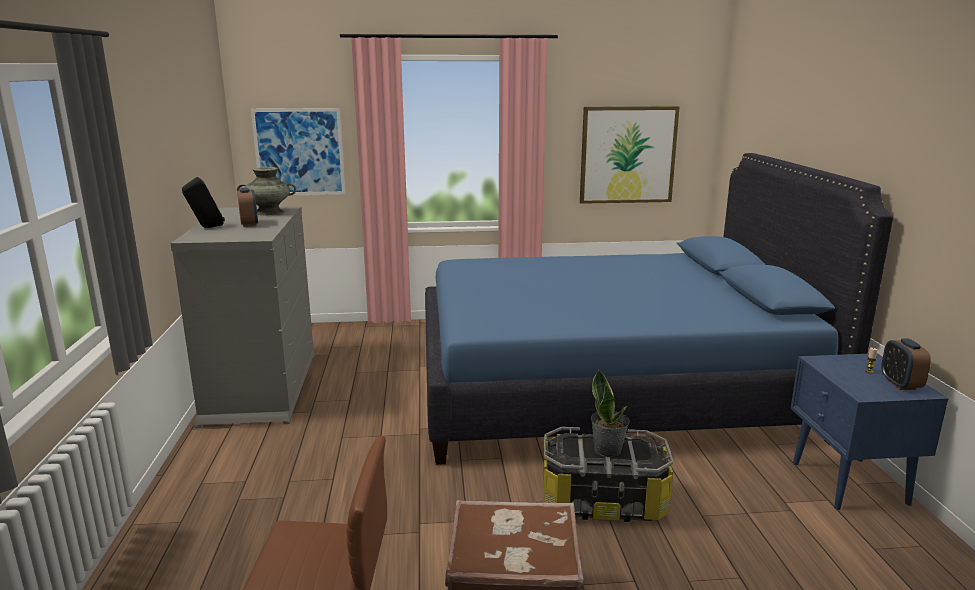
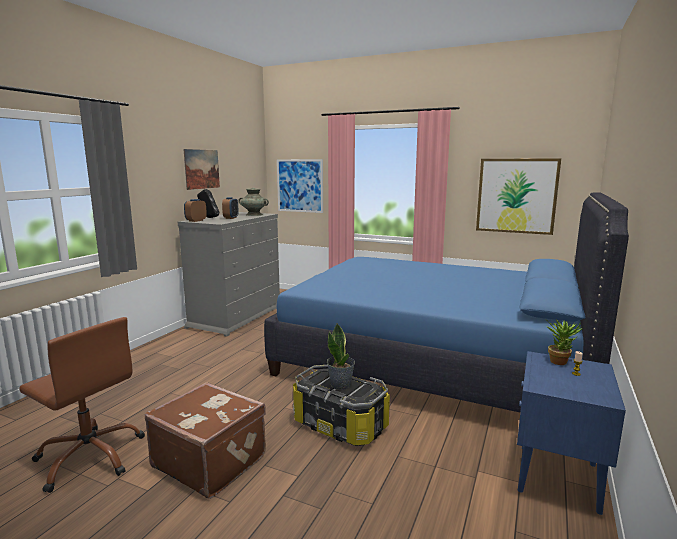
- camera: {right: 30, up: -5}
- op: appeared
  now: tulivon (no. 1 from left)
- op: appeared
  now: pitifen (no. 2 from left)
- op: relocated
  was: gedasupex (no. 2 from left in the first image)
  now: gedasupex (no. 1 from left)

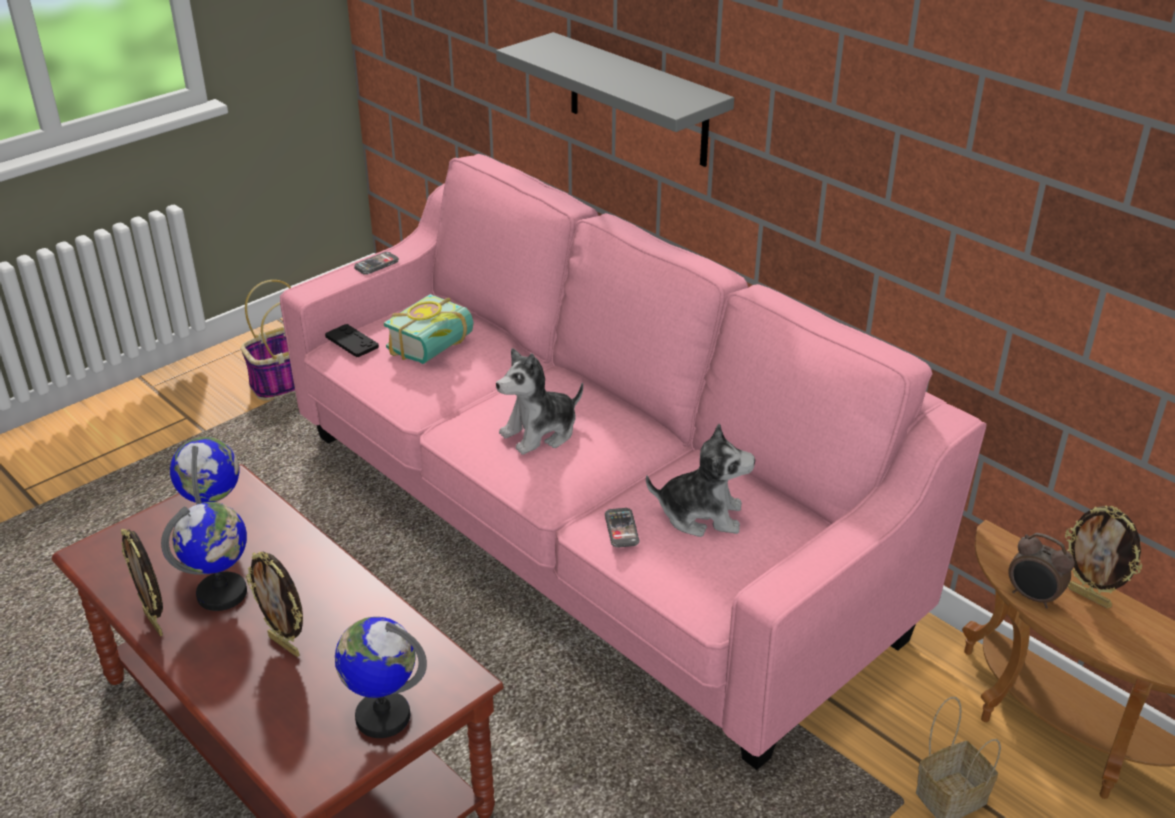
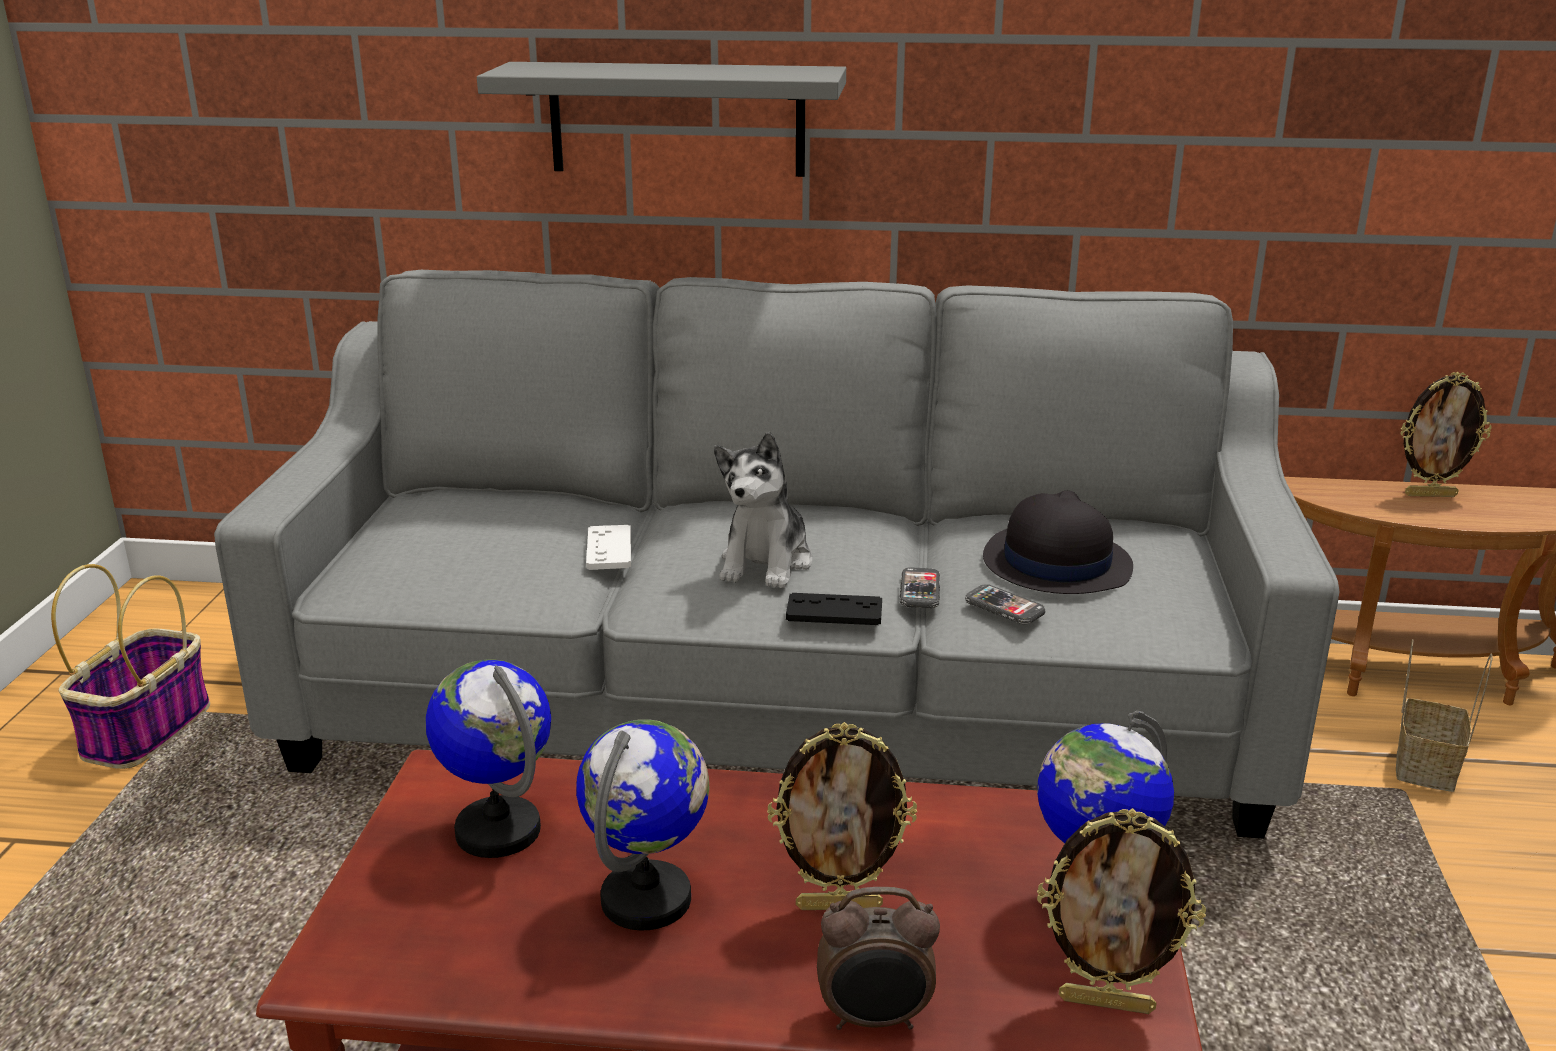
- camera: {right: -40, up: -10}
- op: missing
  was: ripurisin
- op: appeared
  now: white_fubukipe
- op: relocated
  was: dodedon (no. 1 from left in the first image)
  now: dodedon (no. 2 from left)
- op: relocated
  was: black_fubukipe
- op: relocated
  was: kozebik (no. 1 from left)
- op: relocated
  was: gedasupex
- op: exchanged
  was: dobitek (no. 2 from left)
  now: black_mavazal
- op: colour
  was: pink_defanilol
  now: grey_defanilol

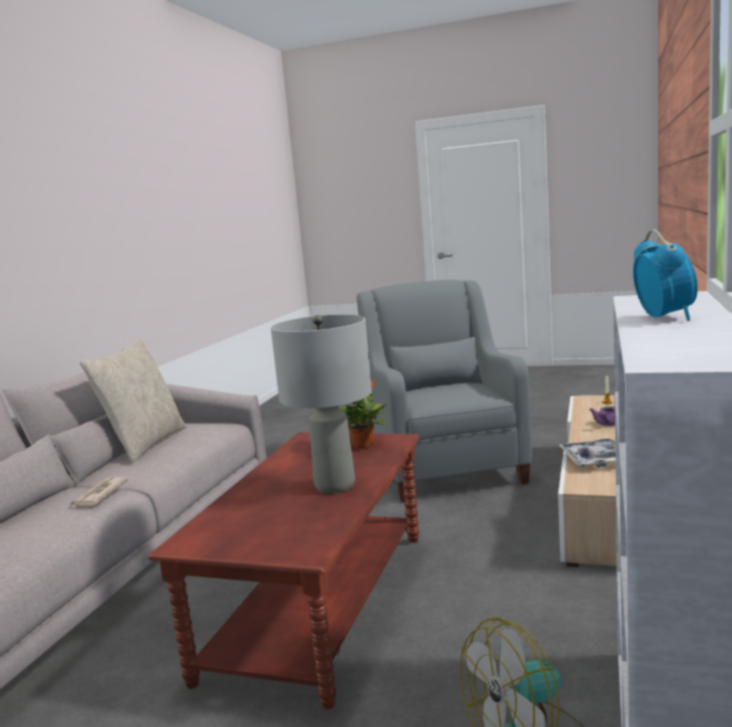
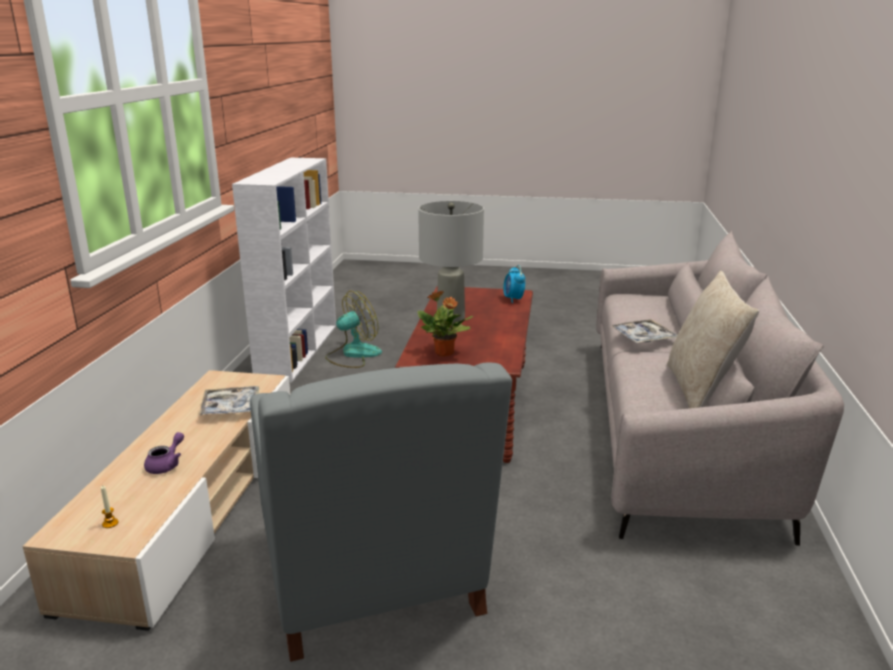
- camera: {right: 170, up: 10}
- op: relocated
  was: gedasupex
- op: exchanged
  was: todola
  now: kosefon (no. 2 from left)

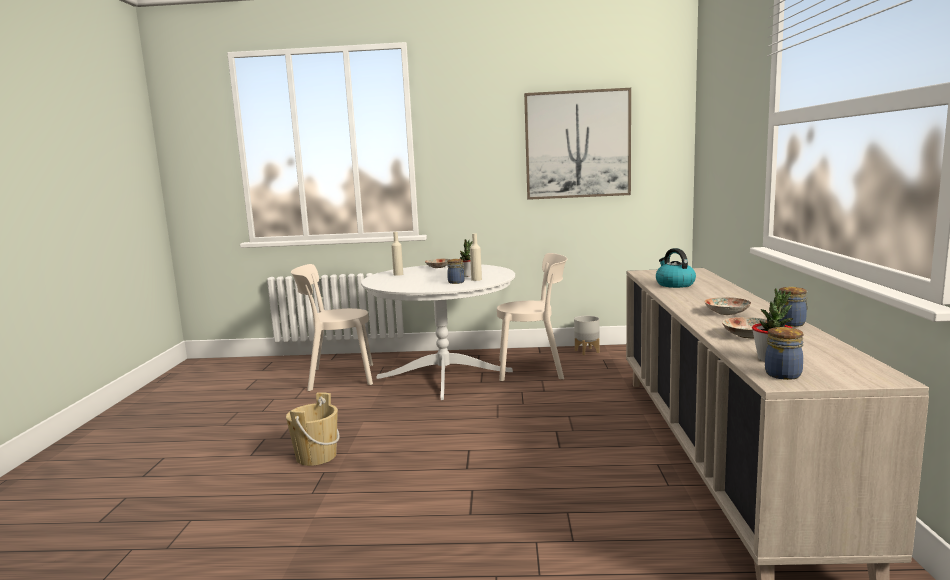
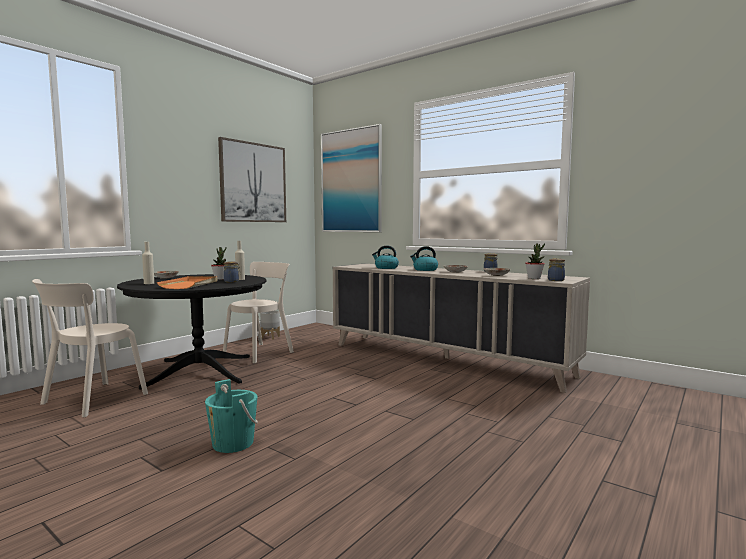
- camera: {right: -55, up: -5}
- op: appeared
  now: orange_kosefon
- op: appeared
  now: tulivon (no. 2 from left)
- op: appeared
  now: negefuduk (no. 2 from left)
- op: colour
  was: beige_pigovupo
  now: turquoise_pigovupo
- op: colour
  was: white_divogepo
  now: black_divogepo

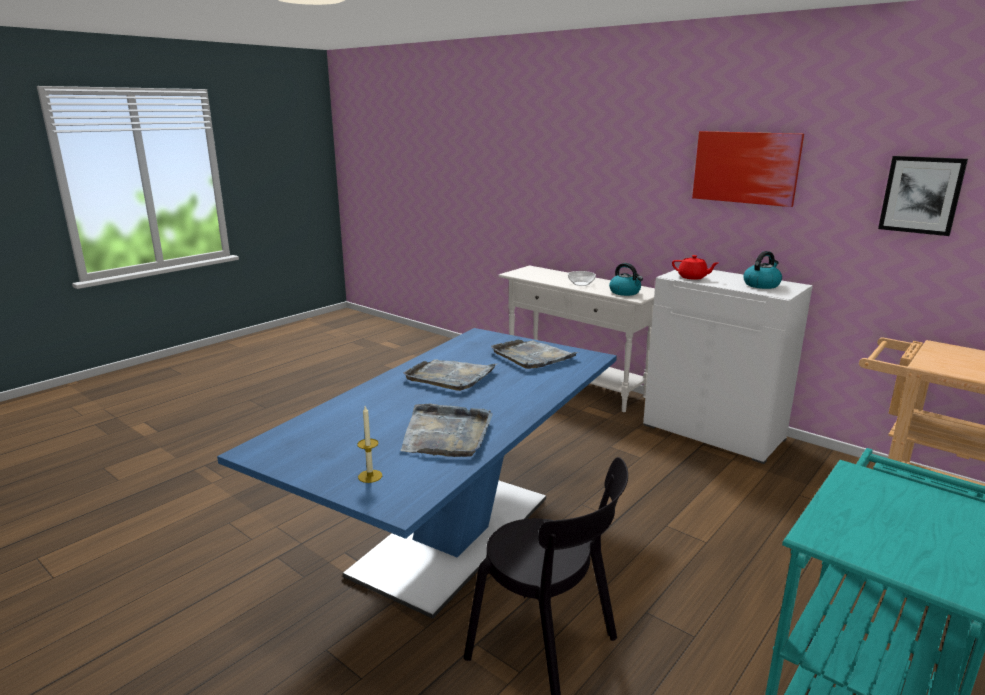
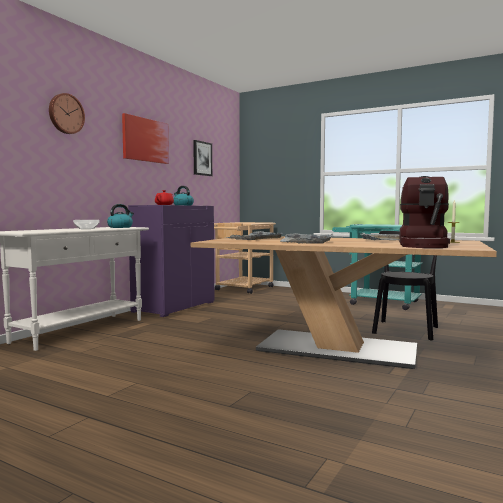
- camera: {right: -100, up: -15}
- op: appeared
  now: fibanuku
- op: appeared
  now: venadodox
- op: colour
  was: blue_divogepo
  now: beige_divogepo
- op: colour
  was: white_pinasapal
  now: purple_pinasapal

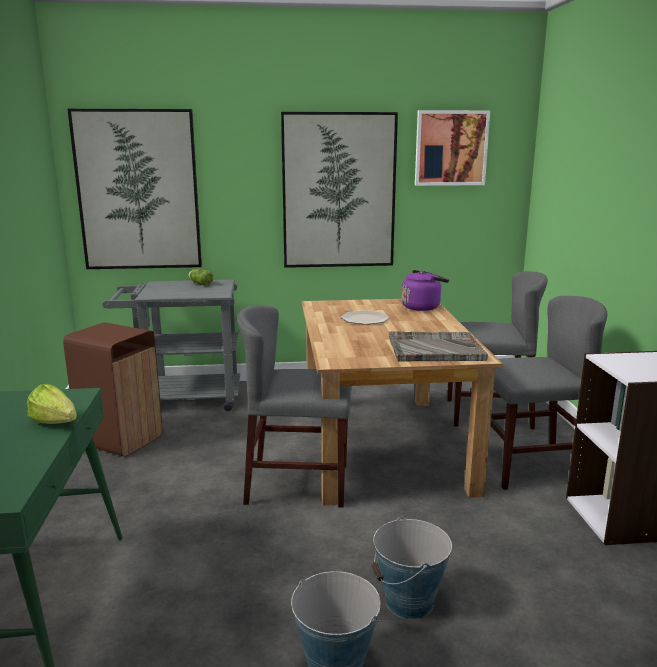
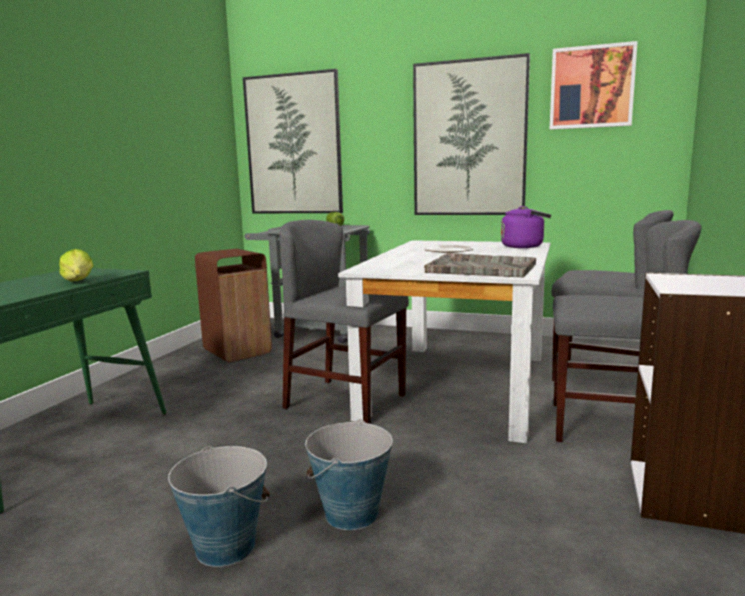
- camera: {right: 25, up: -5}
- op: colour
  was: brown_divogepo
  now: white_divogepo

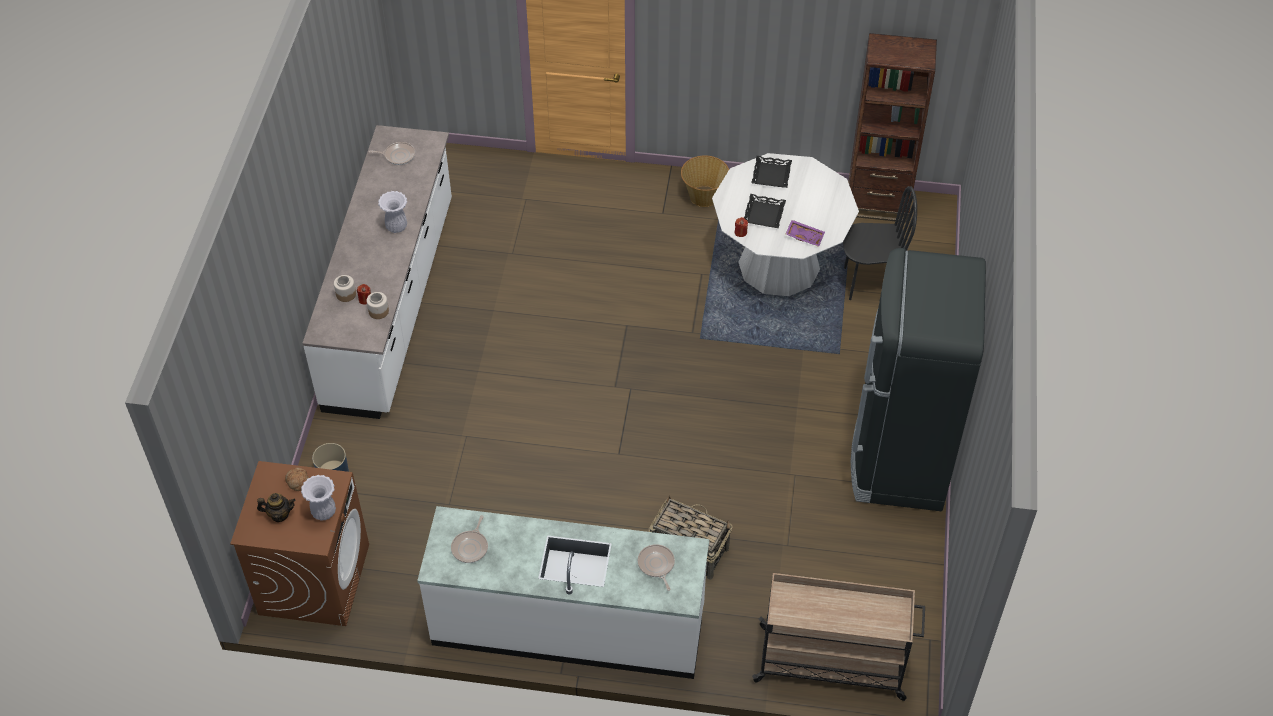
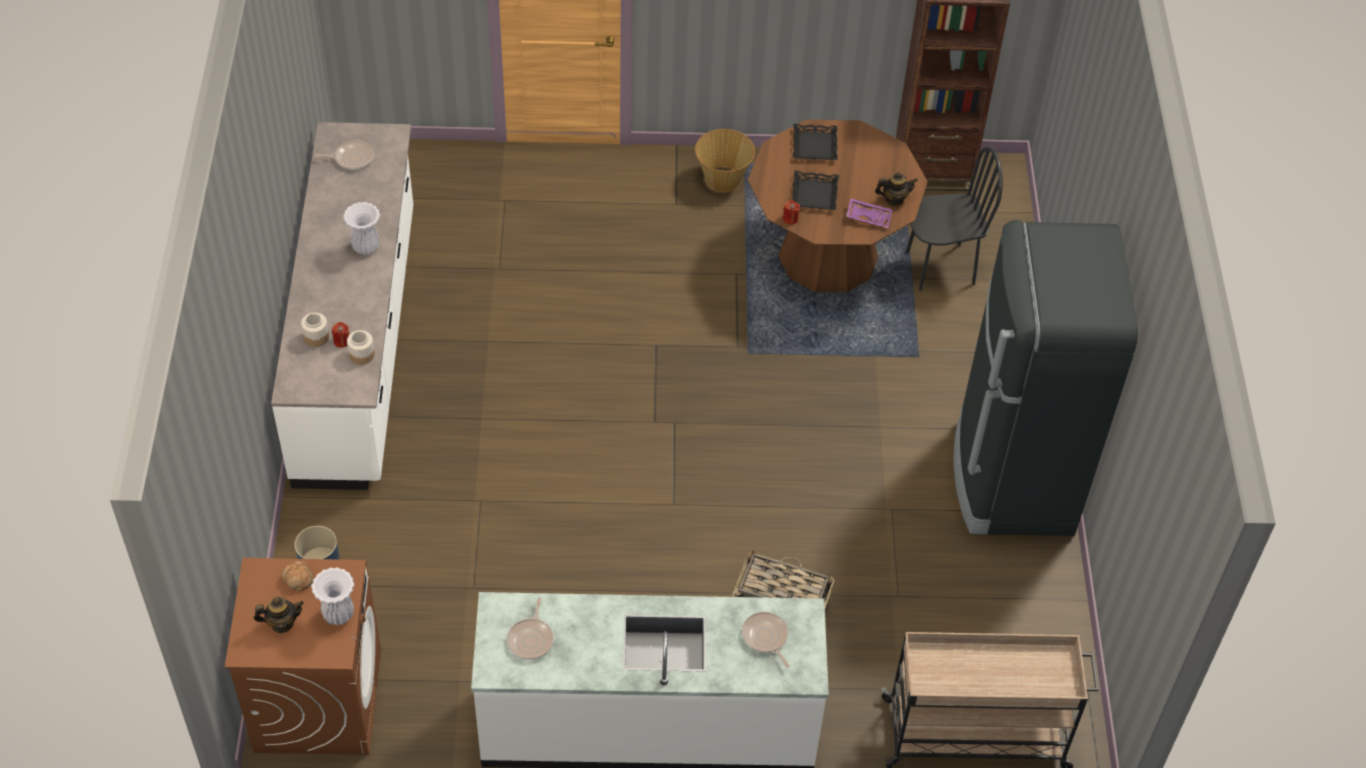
- camera: {right: -10, up: 0}
- op: appeared
  now: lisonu (no. 2 from left)
- op: colour
  was: white_divogepo
  now: brown_divogepo

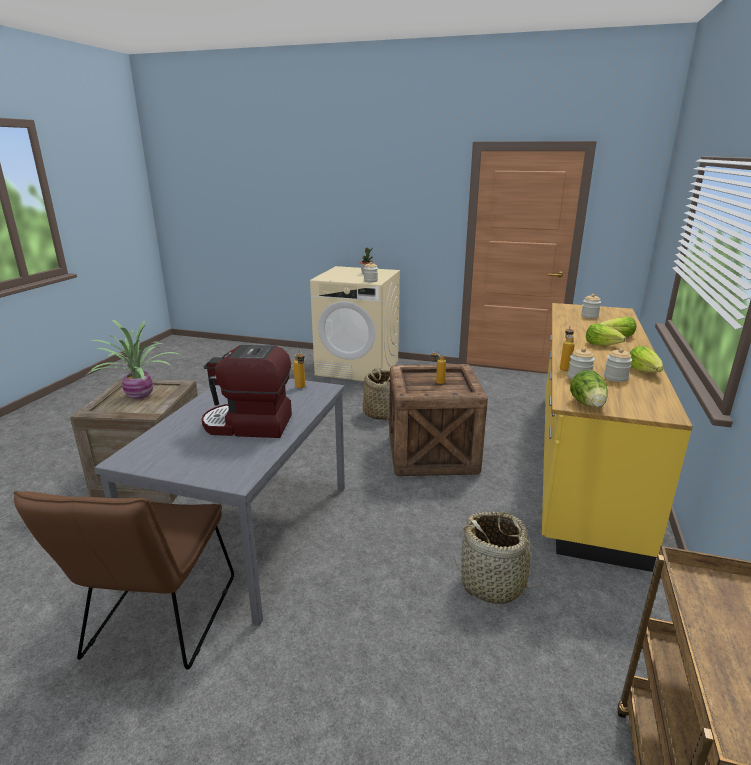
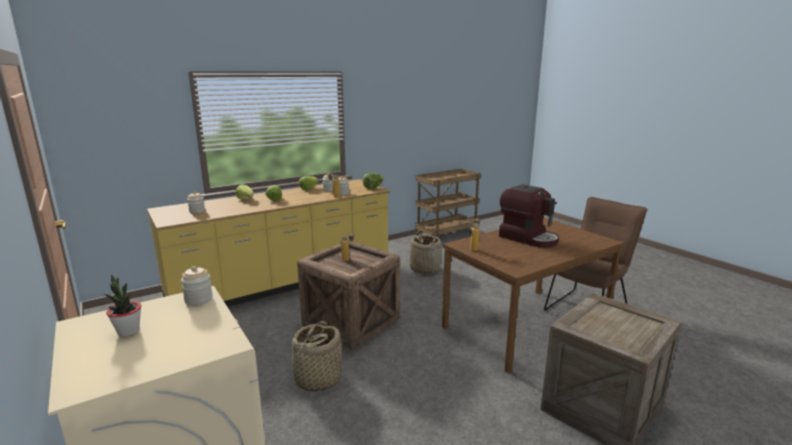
- camera: {right: -140, up: -5}
- op: missing
  was: pitifen (no. 1 from left)
- op: colour
  was: grey_divogepo
  now: brown_divogepo

